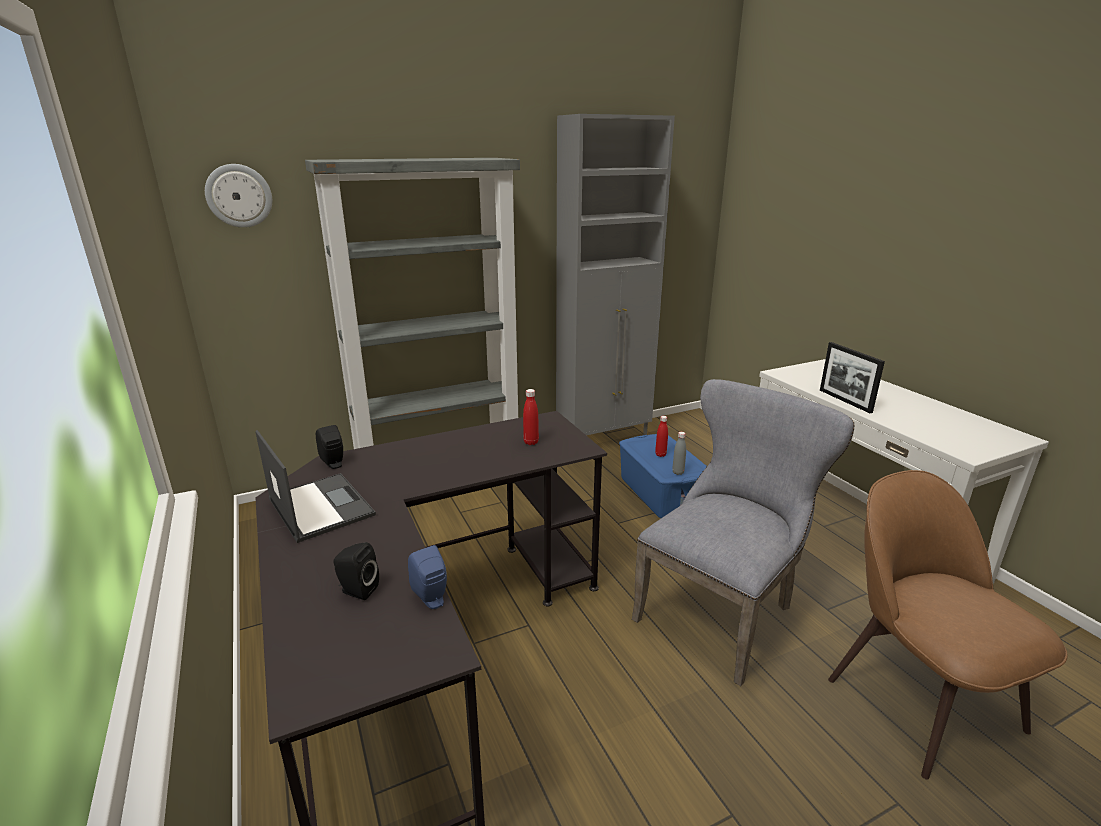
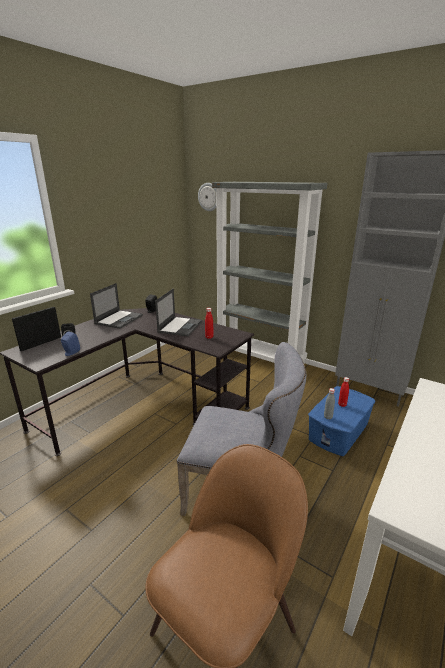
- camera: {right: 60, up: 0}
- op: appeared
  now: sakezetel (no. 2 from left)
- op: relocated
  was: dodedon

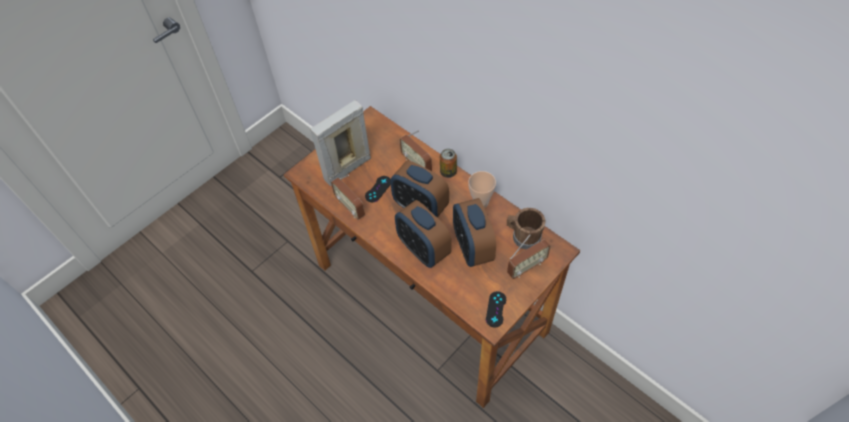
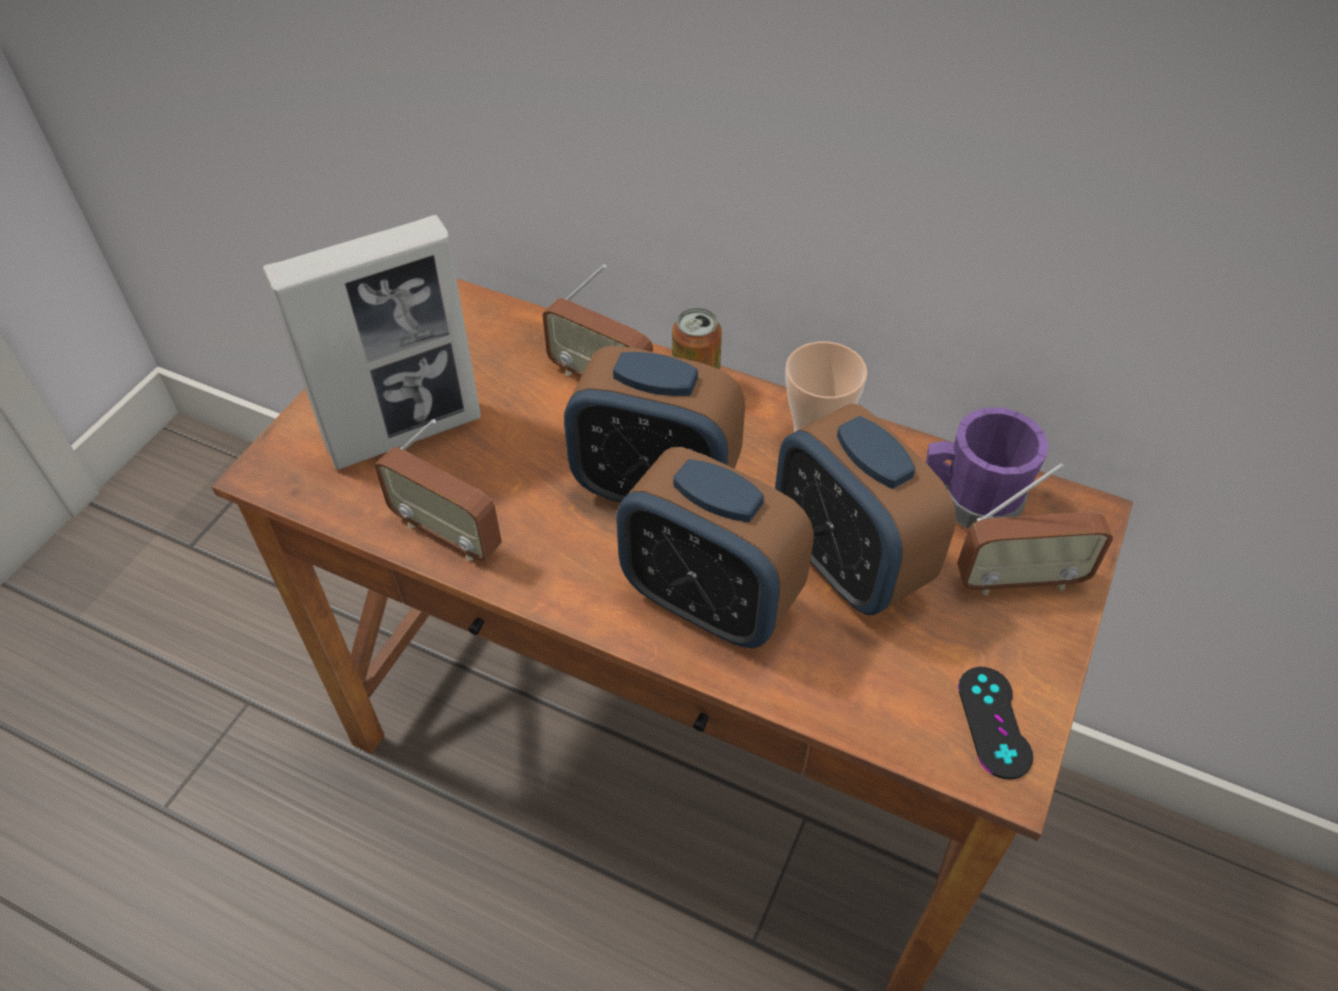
- camera: {right: -20, up: -5}
- op: missing
  was: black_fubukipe (no. 1 from left)
- op: colour
  was: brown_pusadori
  now: purple_pusadori
- op: spun
  was: dodedon
  clockwise: -150
- op: spun
  was: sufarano (no. 3 from left)
  clockwise: 45

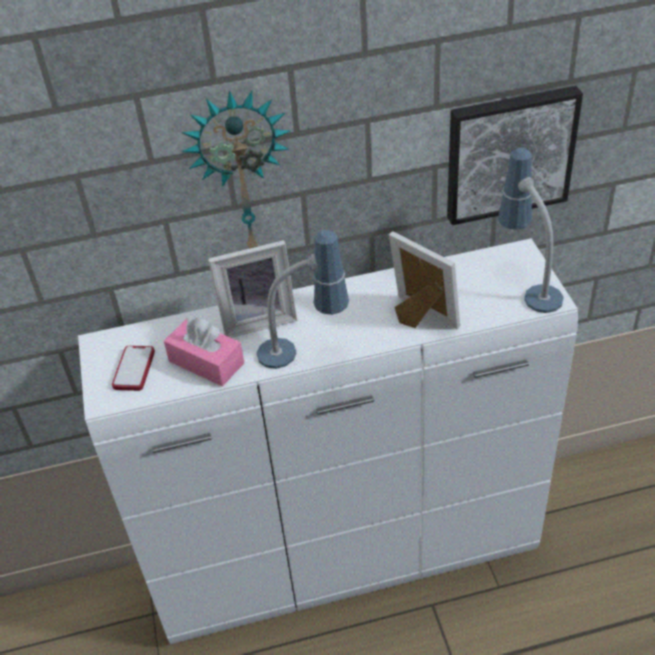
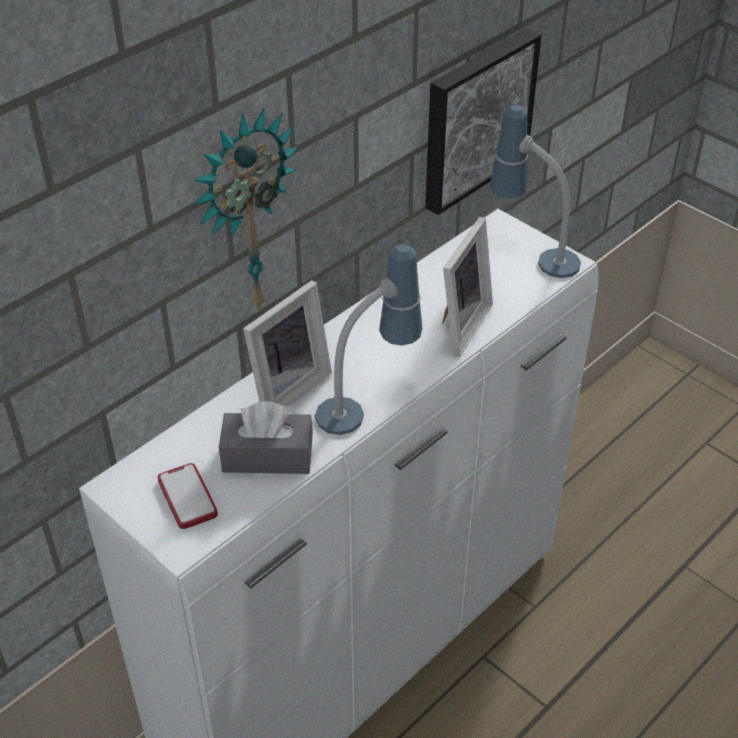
- camera: {right: -35, up: 0}
- op: colour
  was: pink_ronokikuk
  now: grey_ronokikuk
- op: spun
  was: dodedon (no. 2 from left)
  clockwise: 105

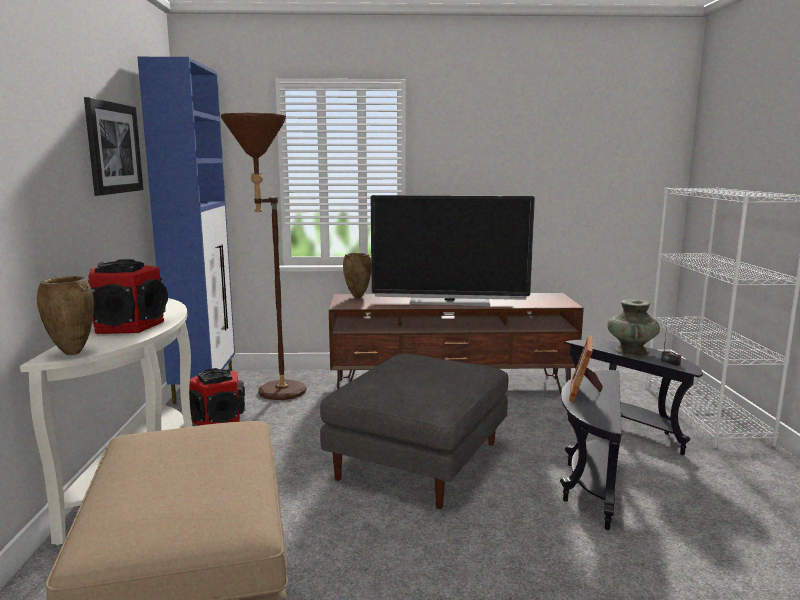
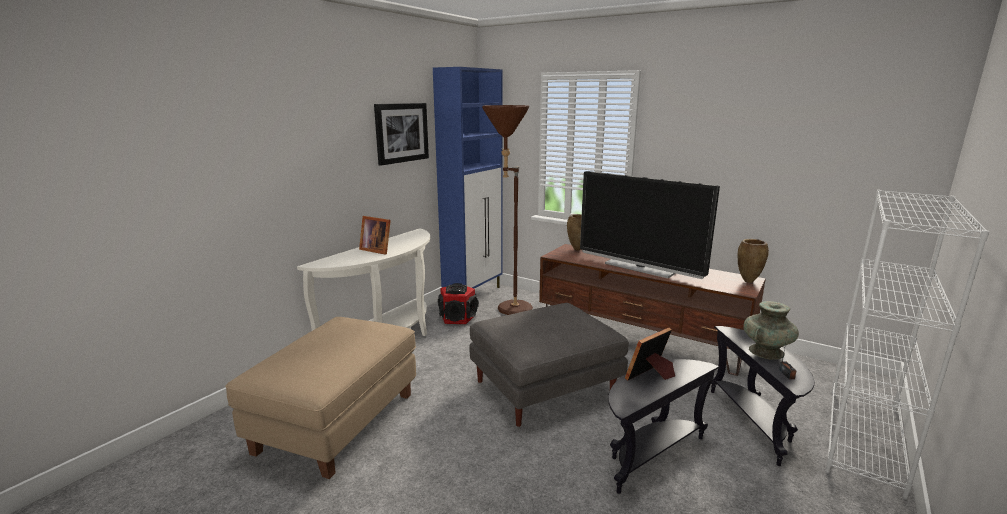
- camera: {right: 35, up: 5}
- op: relocated
  was: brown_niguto (no. 1 from left in the first image)
  now: brown_niguto (no. 2 from left)
- op: exchanged
  was: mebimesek (no. 1 from left)
  now: dodedon (no. 1 from left)

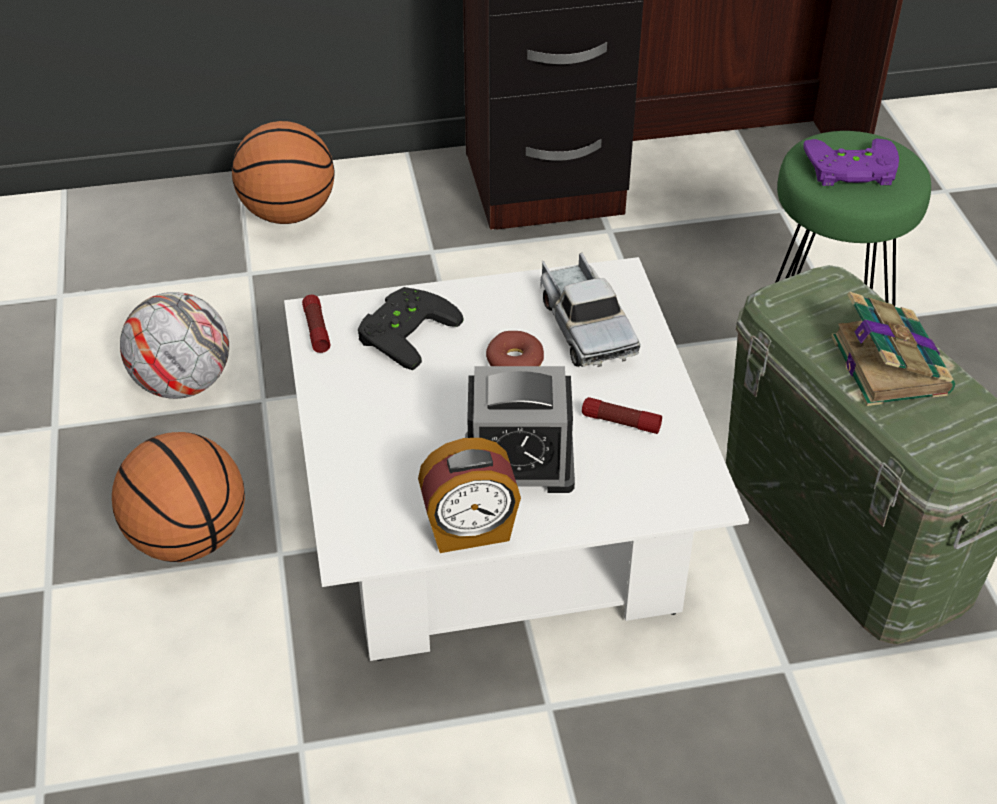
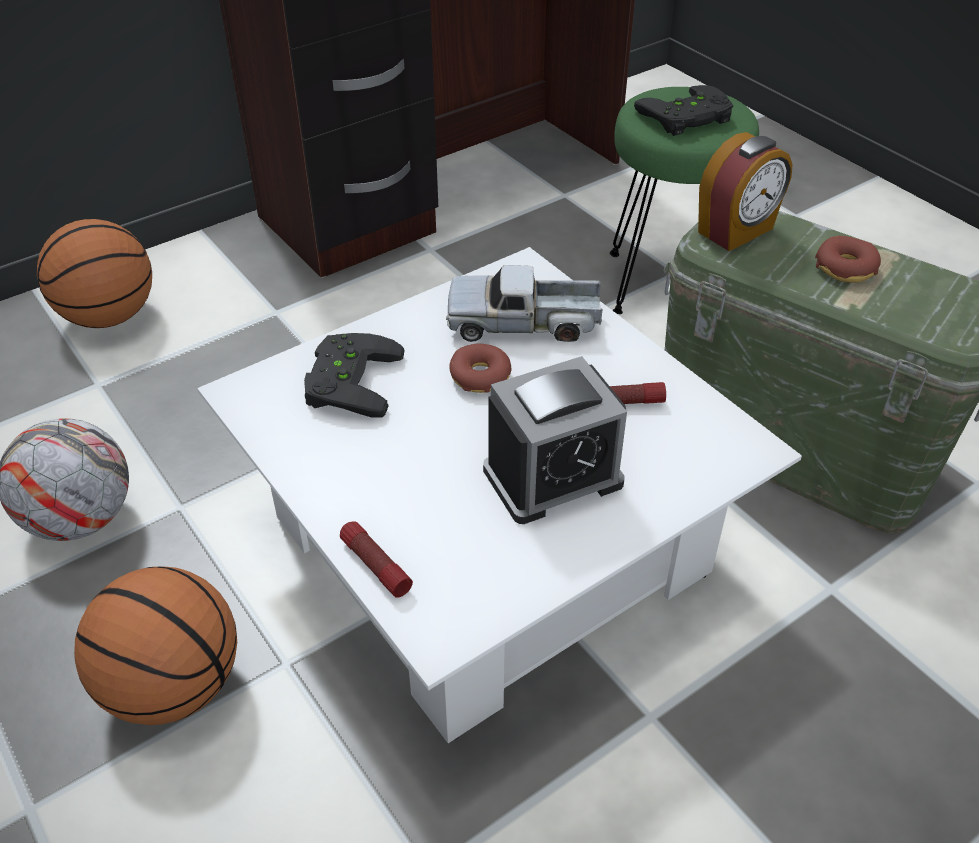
- camera: {right: -25, up: 0}
- op: relocated
  was: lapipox (no. 1 from left)
- op: relocated
  was: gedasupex (no. 1 from left in the first image)
  now: gedasupex (no. 2 from left)
- op: exchanged
  was: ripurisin
  now: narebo (no. 2 from left)
- op: colour
  was: purple_fubukipe
  now: black_fubukipe (no. 2 from left)
- op: spun
  was: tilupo
  clockwise: 135

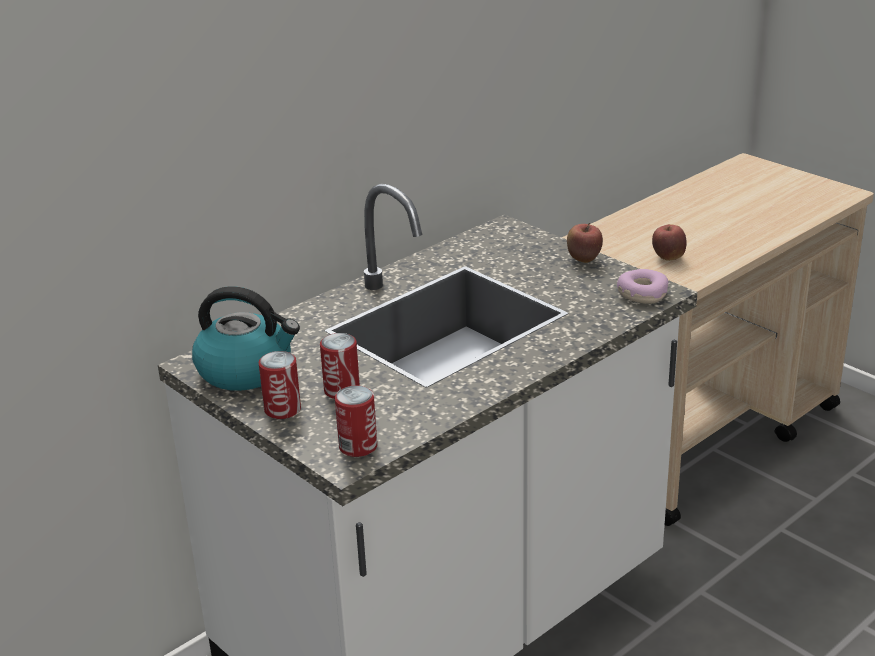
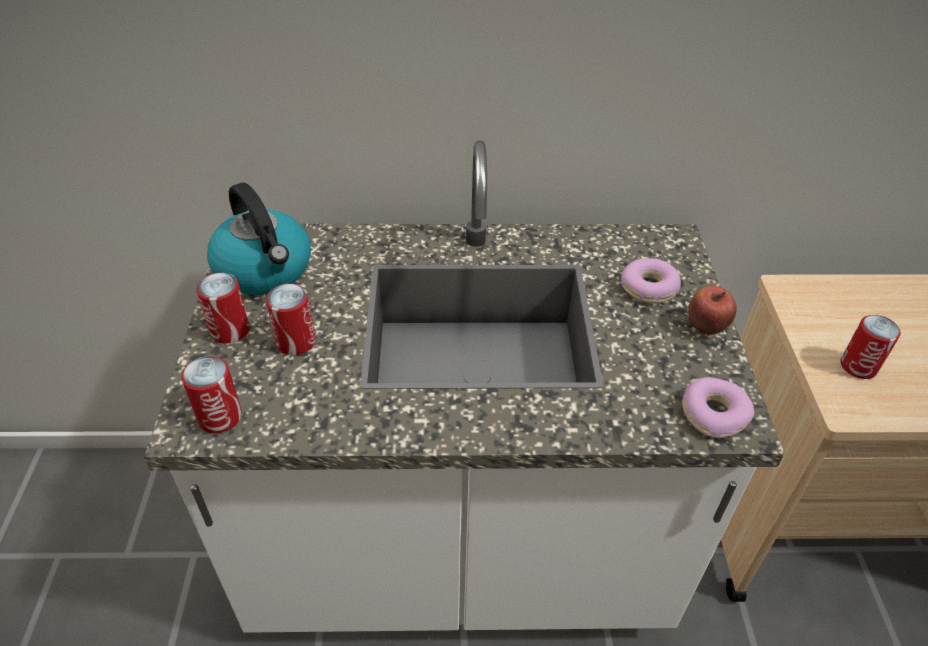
- camera: {right: 40, up: 15}
- op: appeared
  now: narebo (no. 1 from left)
- op: exchanged
  was: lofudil (no. 2 from left)
  now: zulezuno (no. 4 from left)

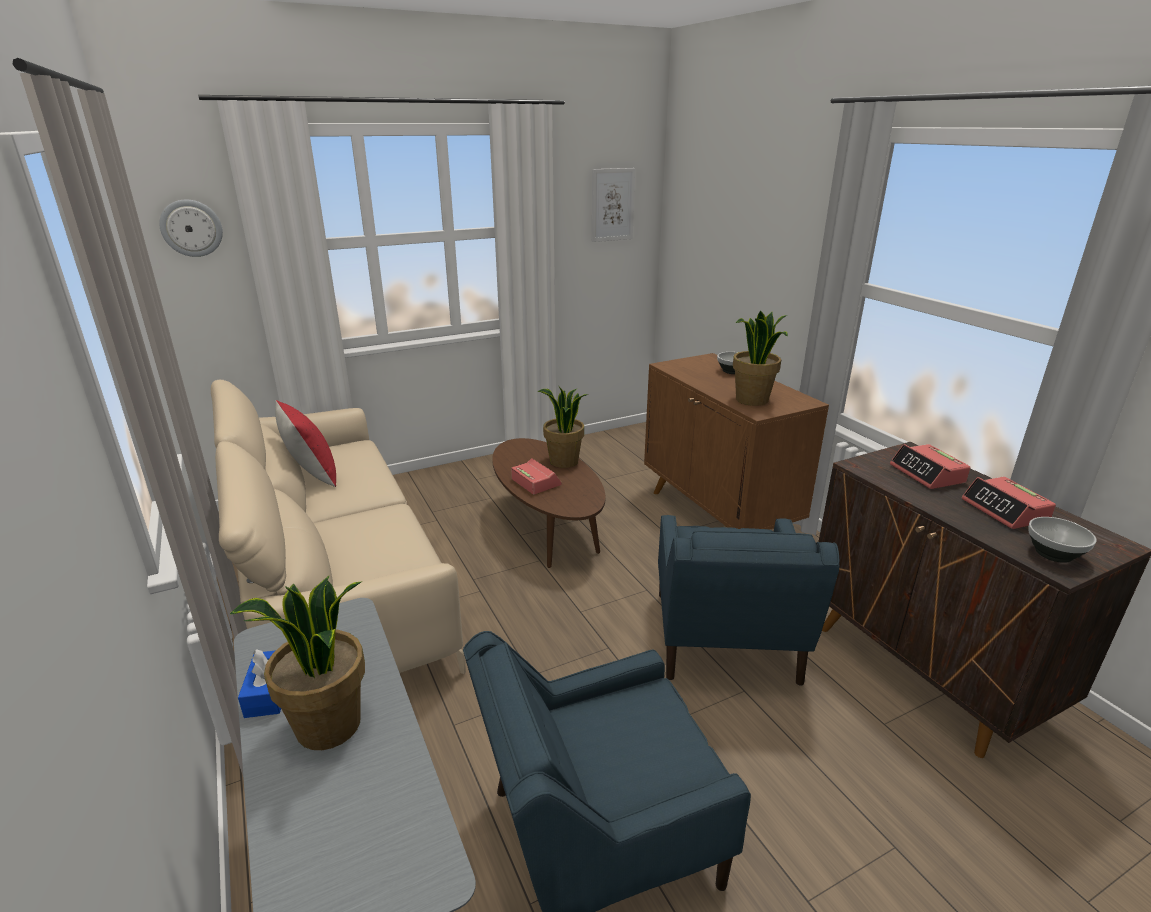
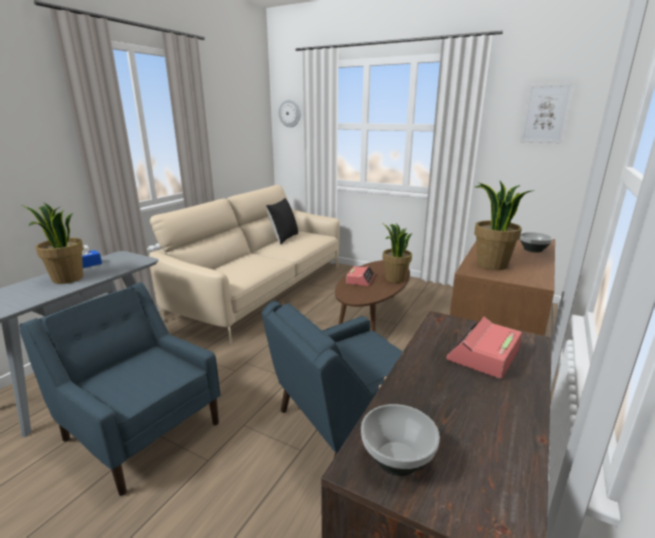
- camera: {right: 55, up: -5}
- op: missing
  was: gedasupex (no. 3 from left)
- op: colour
  was: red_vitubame
  now: black_vitubame

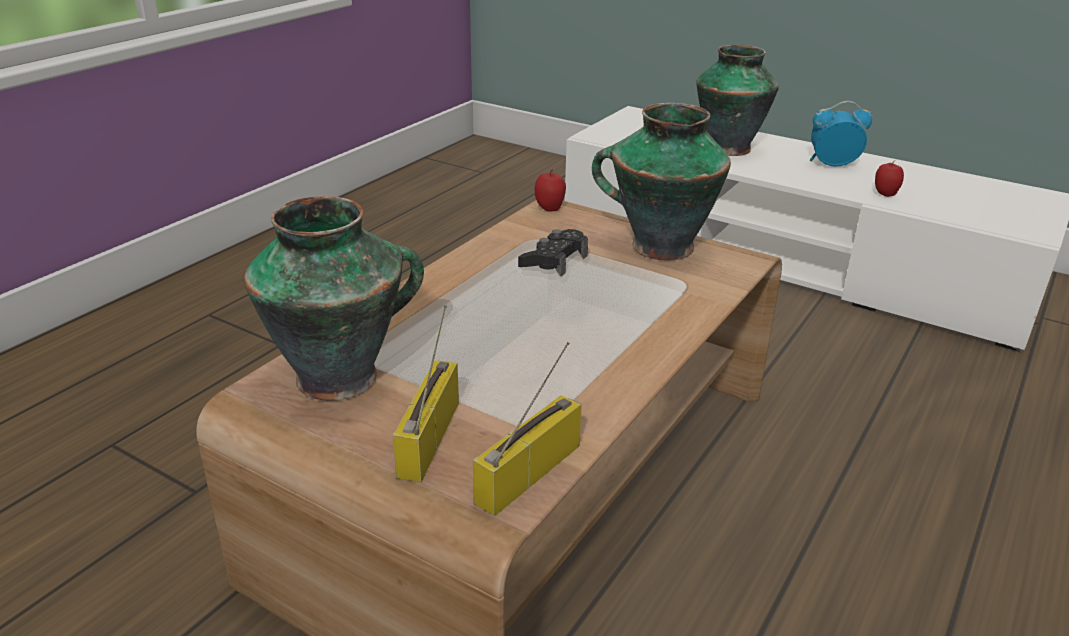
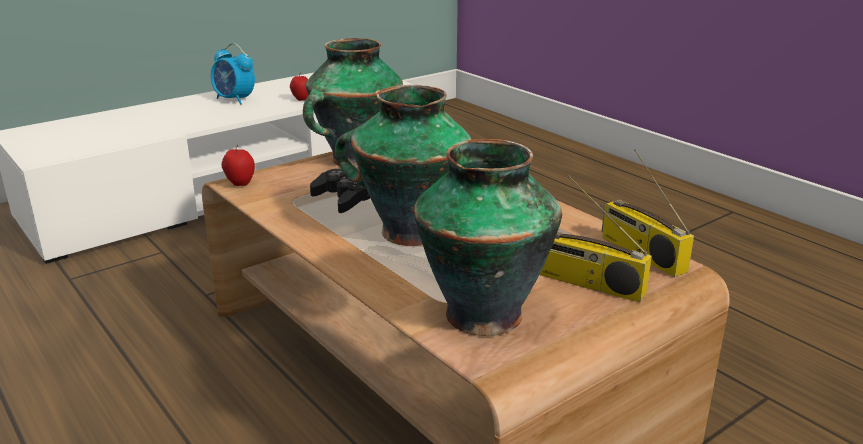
- camera: {right: -70, up: -5}
- op: relocated
  was: niguto (no. 3 from left in the first image)
  now: niguto (no. 2 from left)
- op: spun
  was: gedasupex
  clockwise: -75

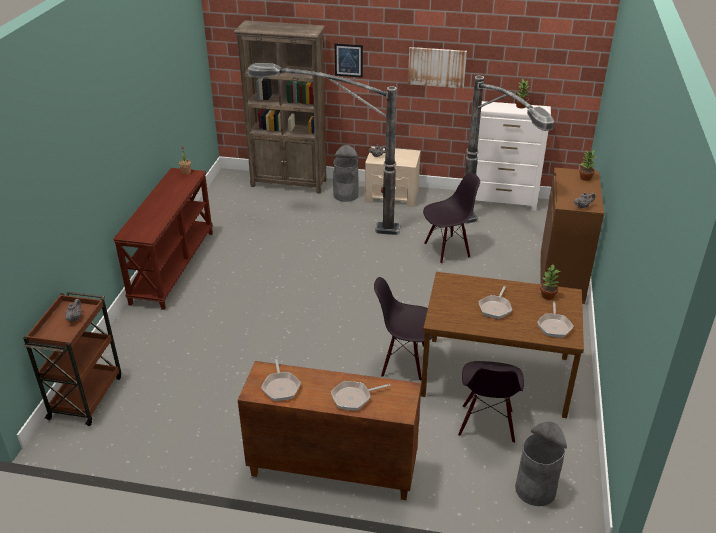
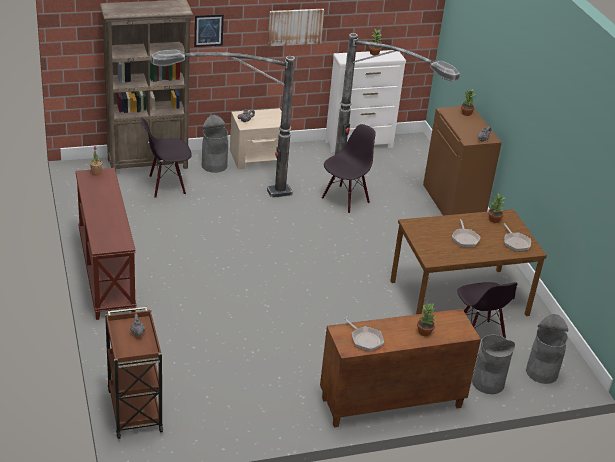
- camera: {right: -30, up: 0}
- op: appeared
  now: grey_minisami (no. 2 from left)
- op: relocated
  was: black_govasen (no. 1 from left)
- op: exchanged
  was: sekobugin (no. 2 from left)
  now: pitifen (no. 3 from left)

